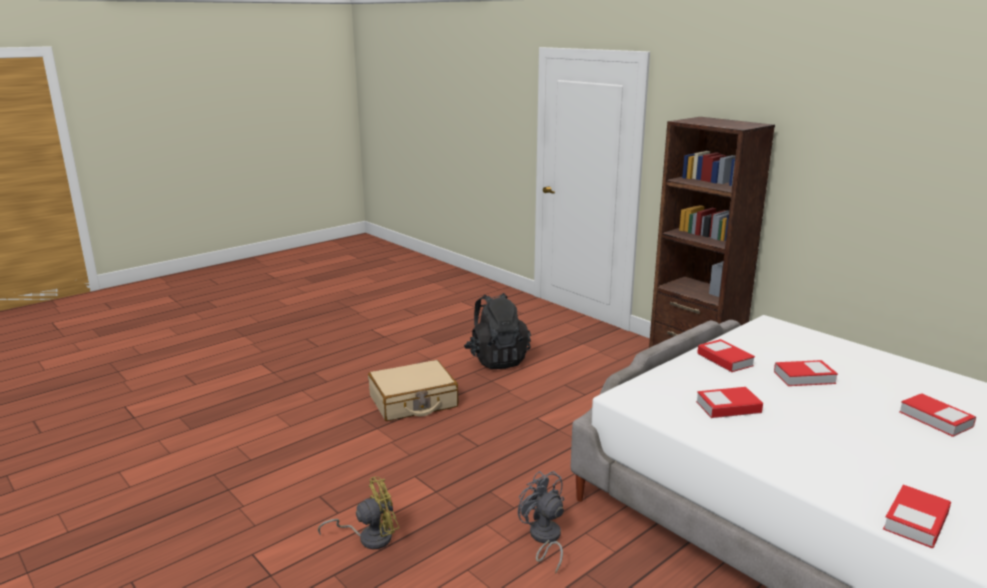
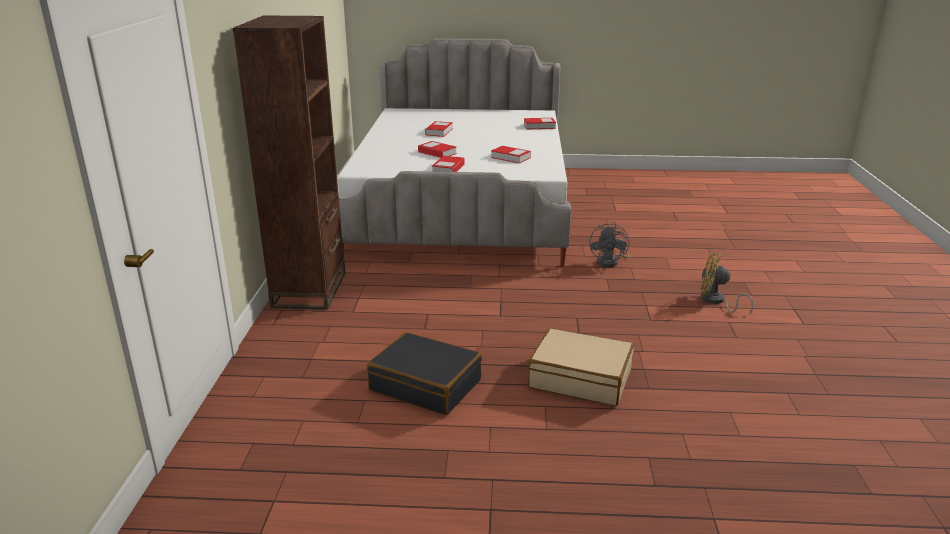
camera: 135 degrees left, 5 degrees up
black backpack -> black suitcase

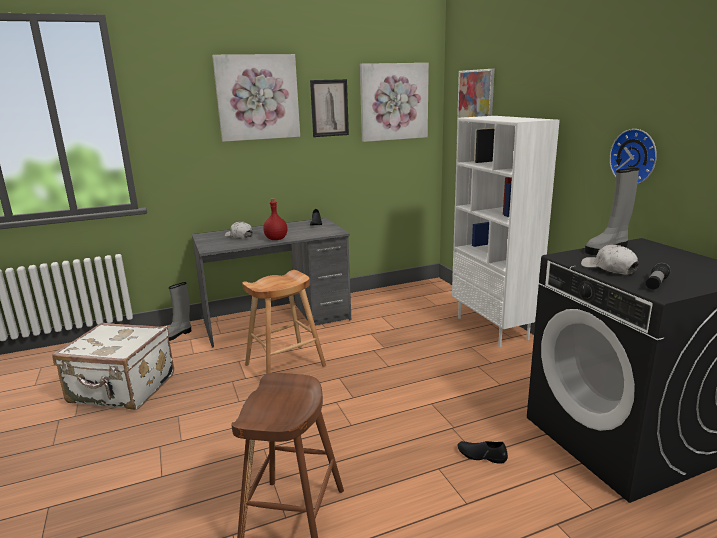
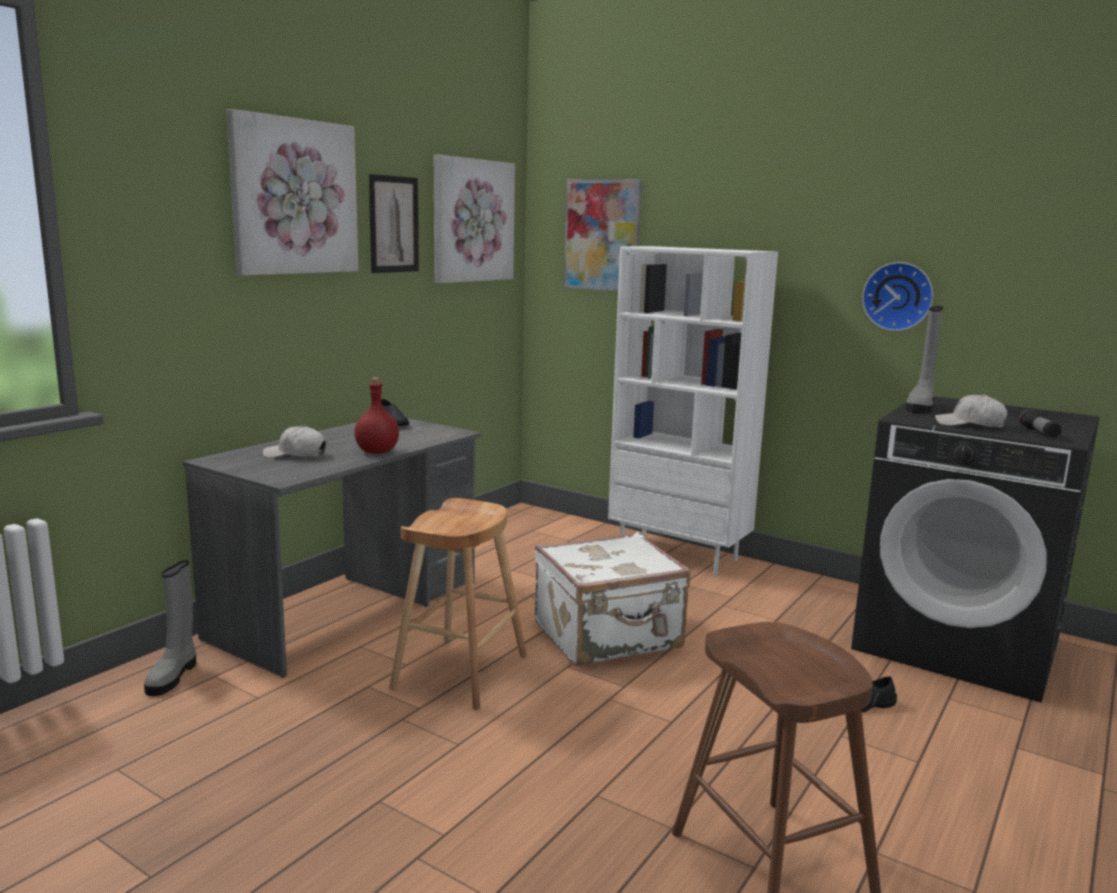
camera: 35 degrees left, 5 degrees down
white suitcase, move

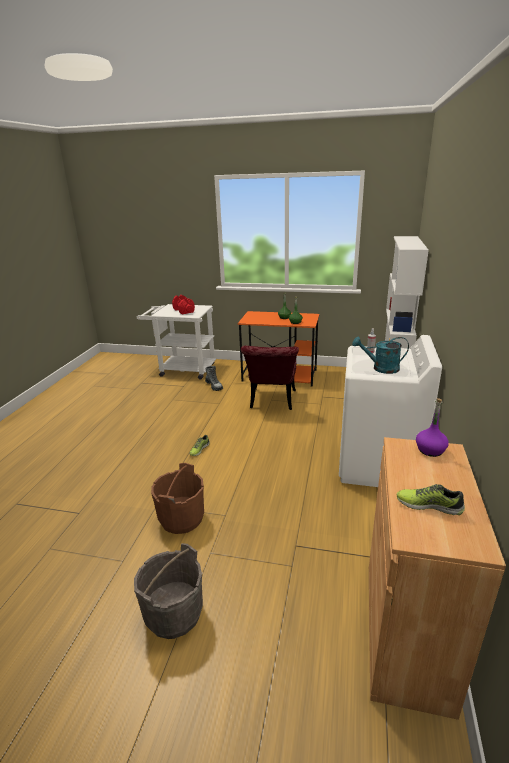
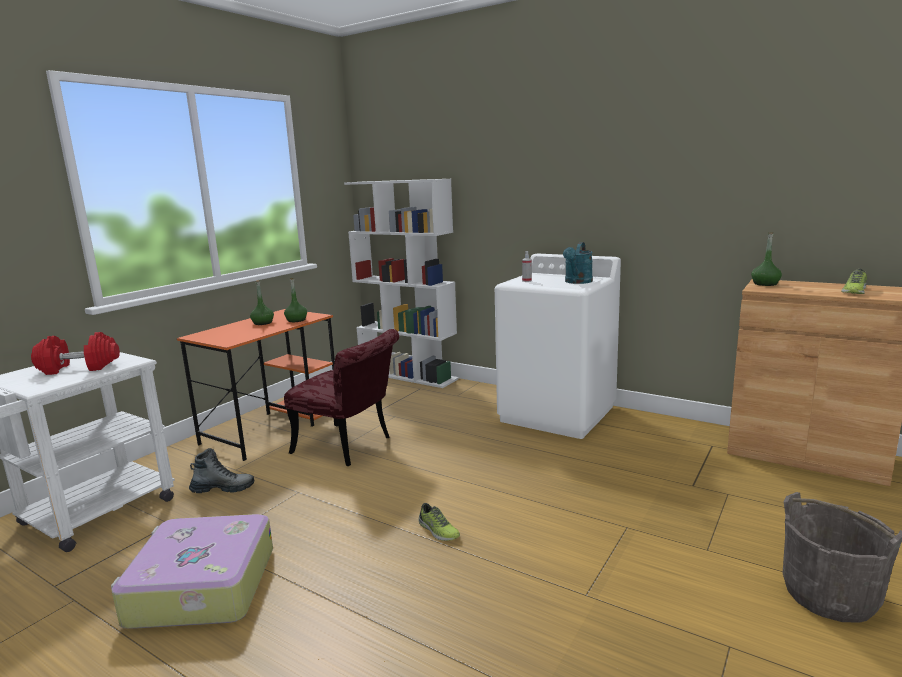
camera: 70 degrees left, 10 degrees down
purple bottle -> green bottle (3rd from left)
brown bucket -> none
none -> suitcase

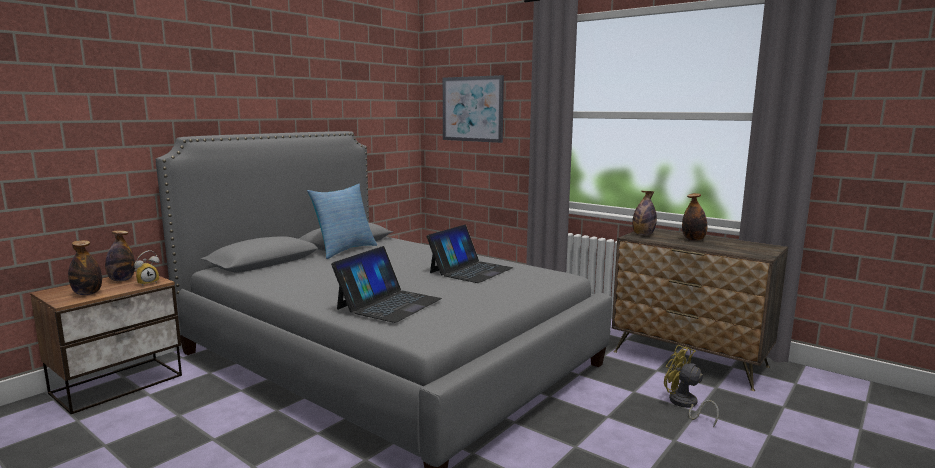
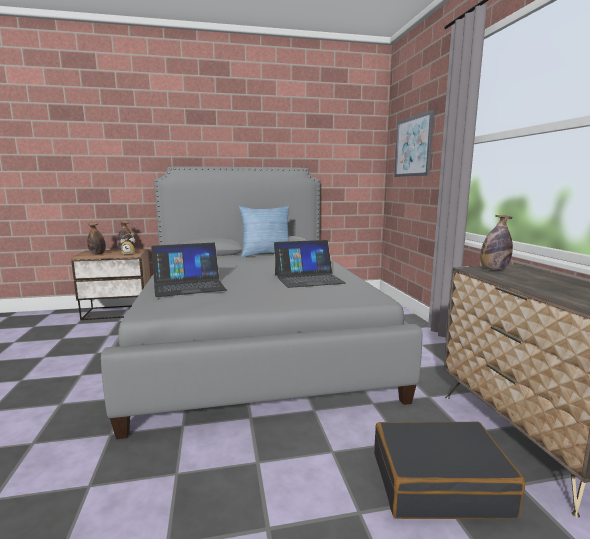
camera: 40 degrees right, 0 degrees up
bottle (4th from left) -> none
yellow fan -> black suitcase

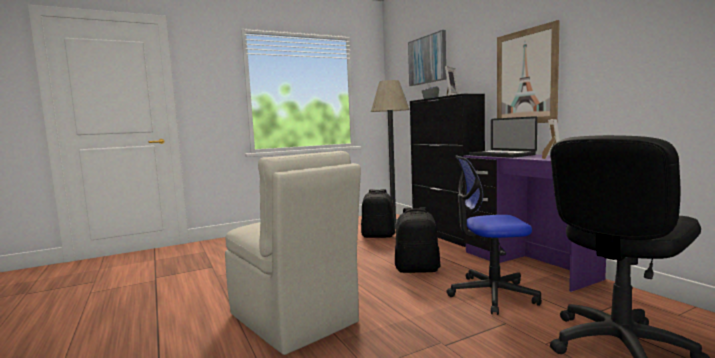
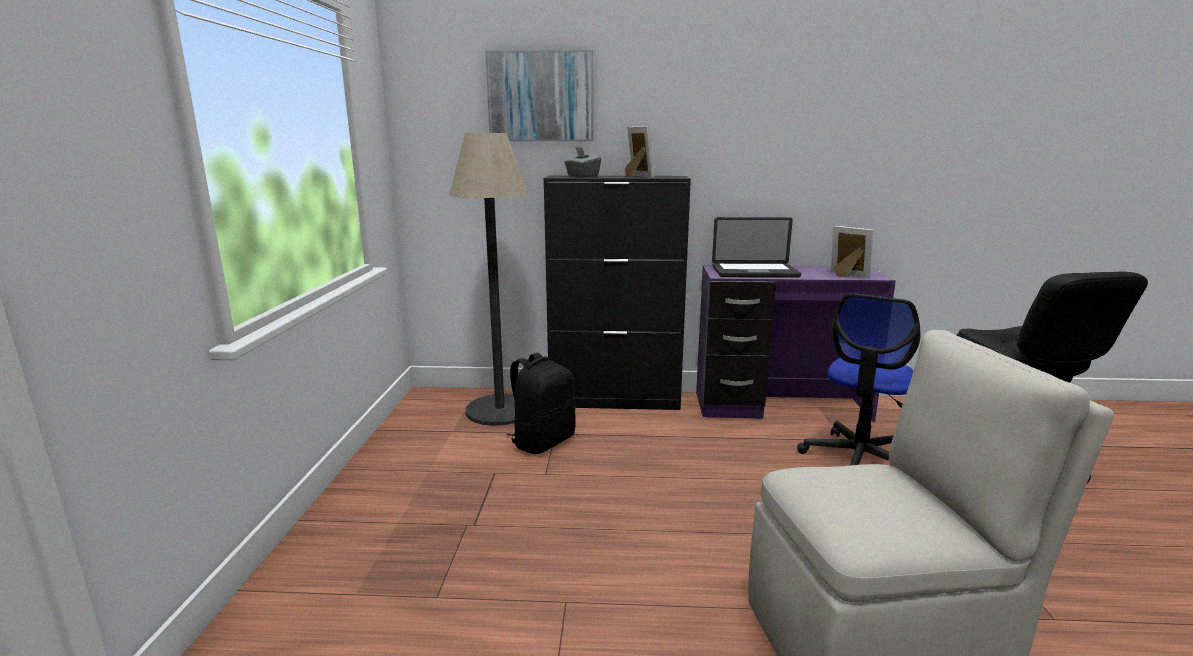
camera: 60 degrees left, 10 degrees up
picture (2nd from left) -> none
black backpack (2nd from left) -> none

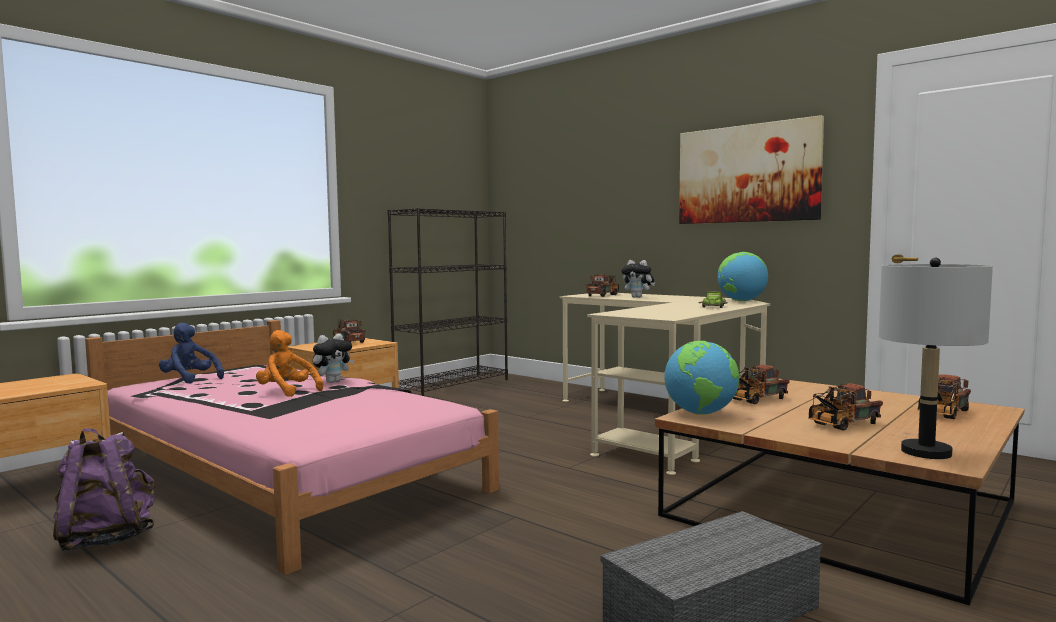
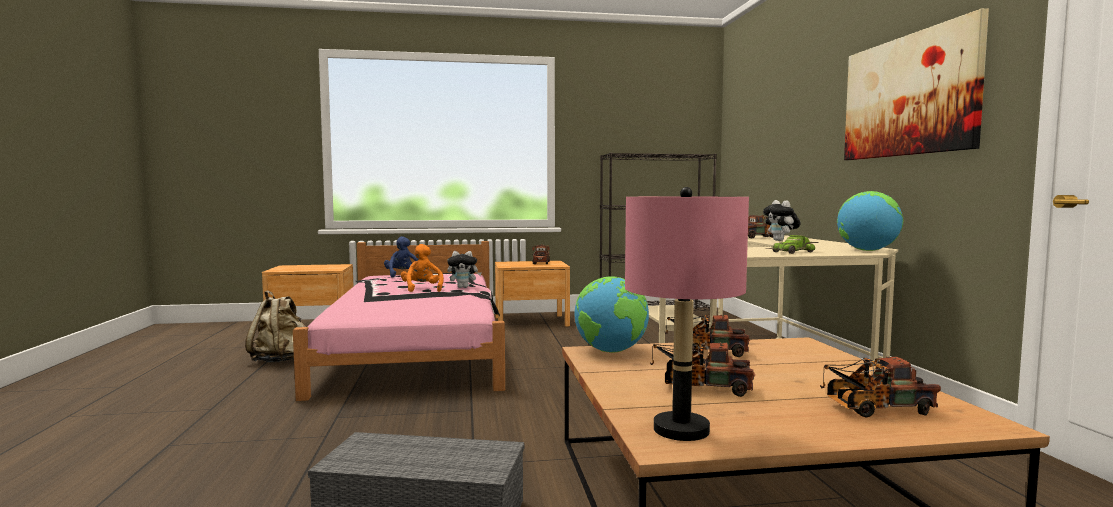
camera: 40 degrees right, 0 degrees up
grey table lamp -> pink table lamp
purple backpack -> beige backpack

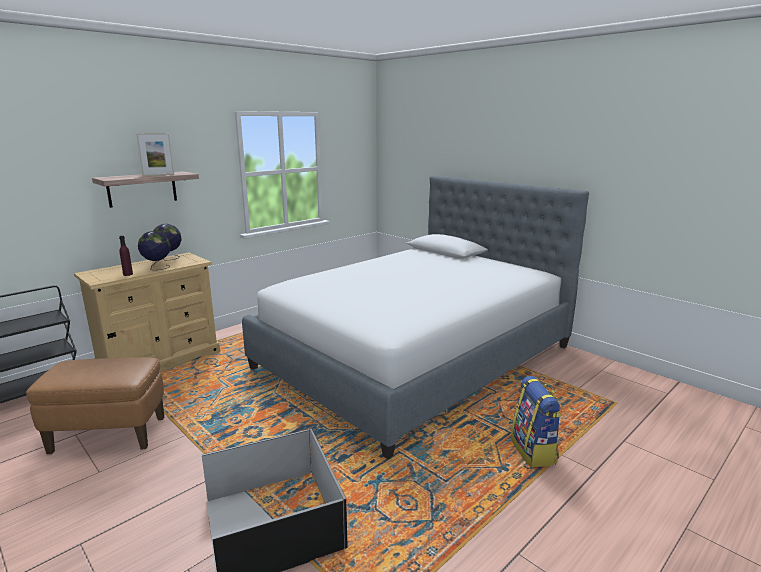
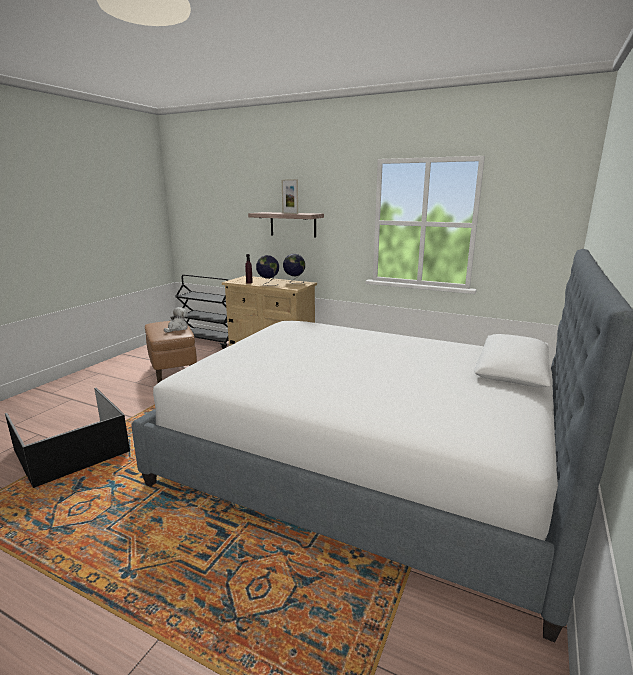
camera: 70 degrees right, 0 degrees up
backpack -> none
none -> plush toy

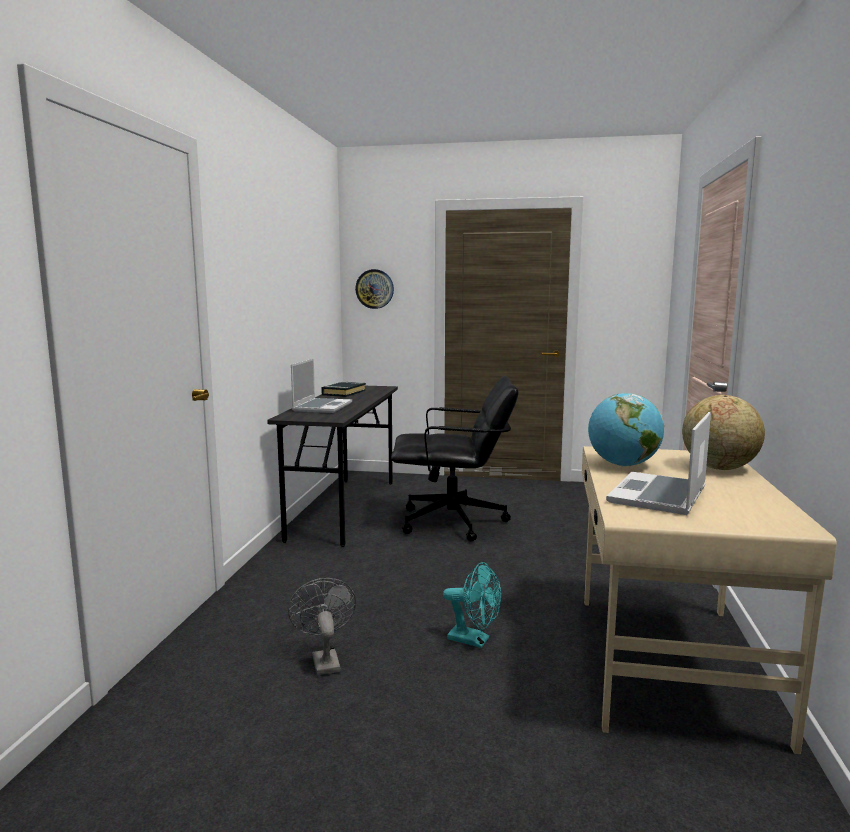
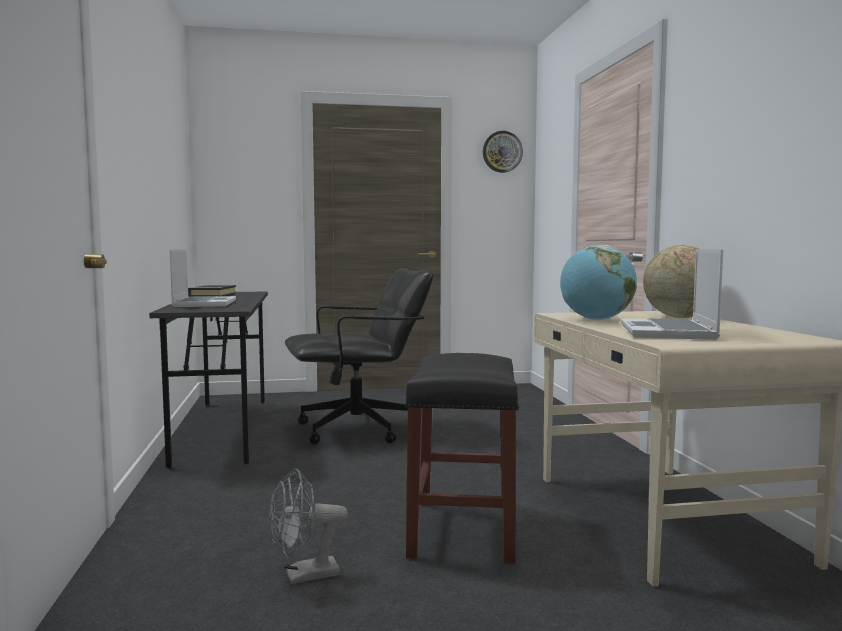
camera: 20 degrees left, 5 degrees down
wall clock, move
turquoise fan -> black stool
grey fan, 75 degrees counterclockwise

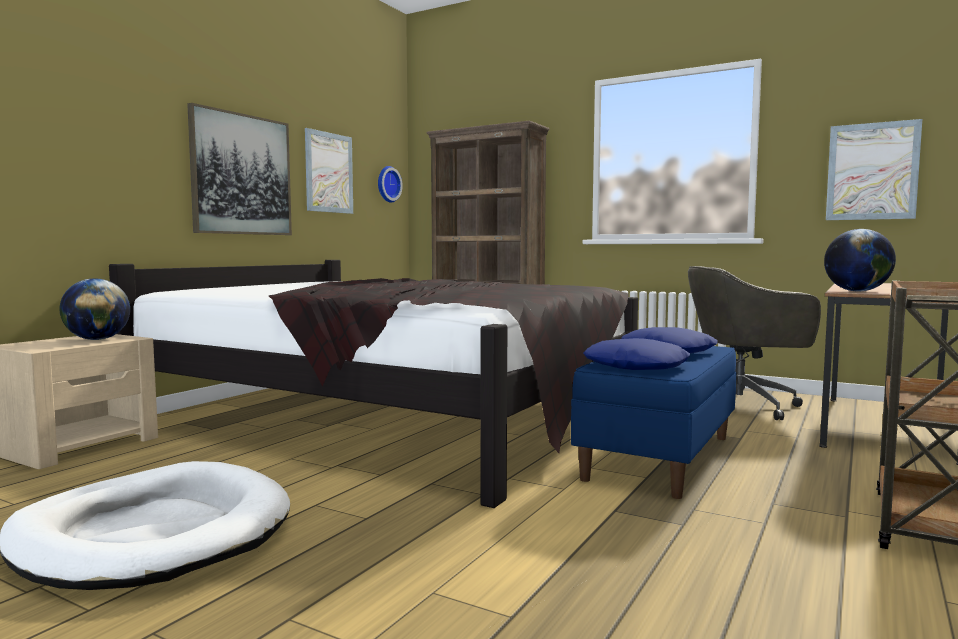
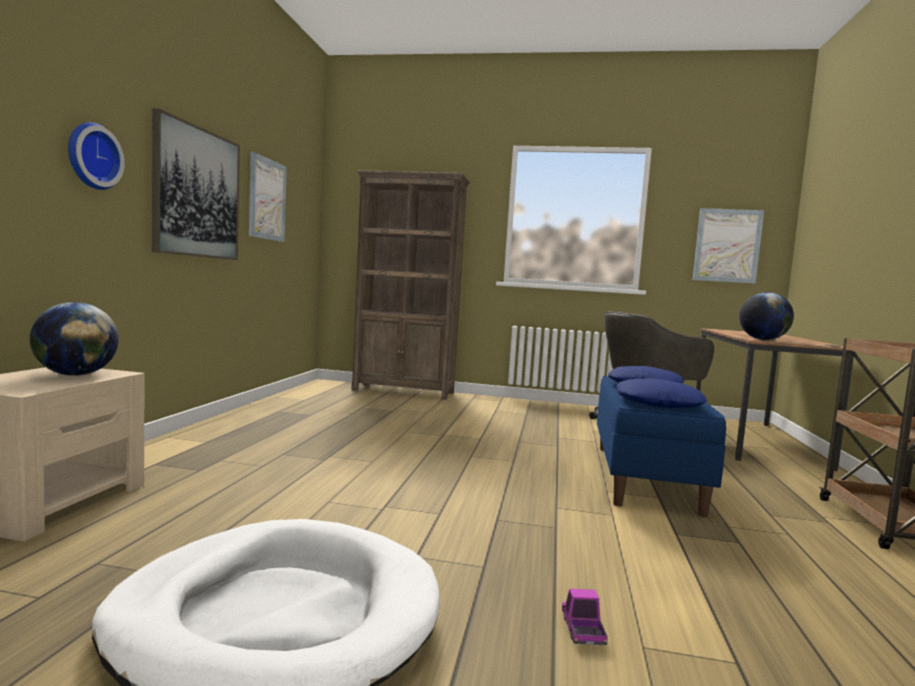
camera: 20 degrees left, 0 degrees up
wall clock, move
black bed -> none
none -> toy truck

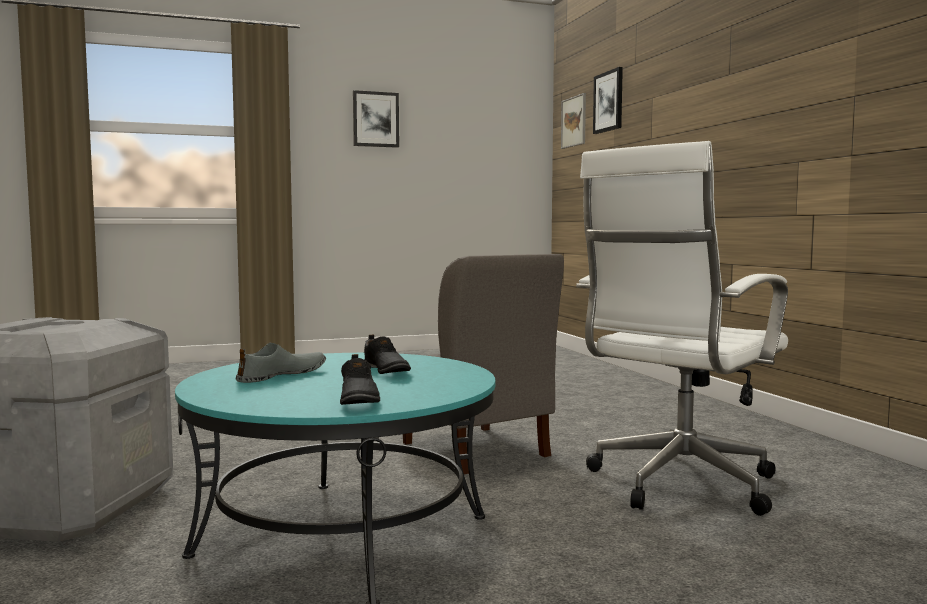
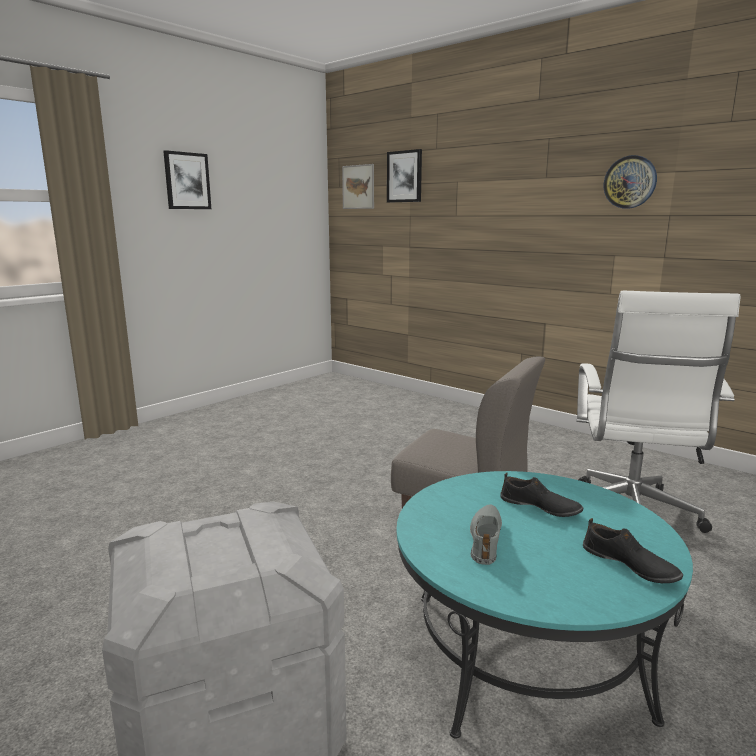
camera: 30 degrees left, 10 degrees up
none -> wall clock

